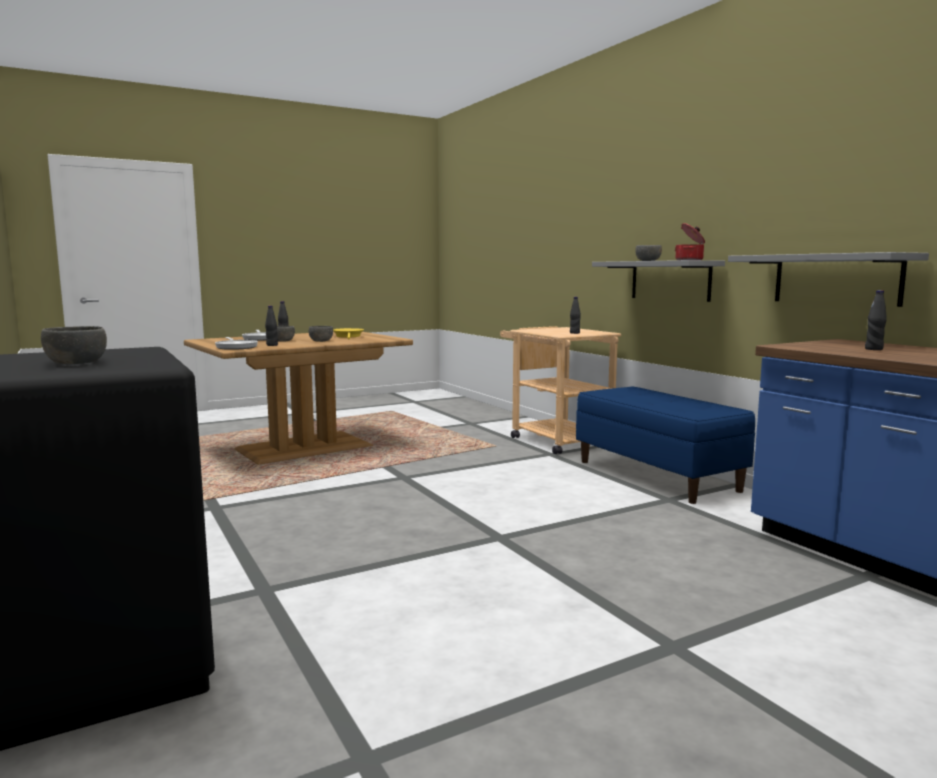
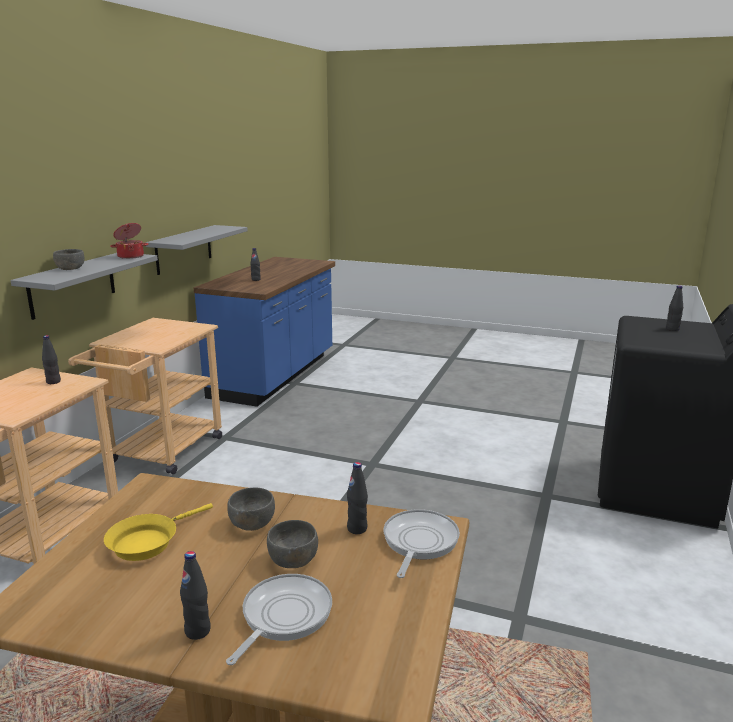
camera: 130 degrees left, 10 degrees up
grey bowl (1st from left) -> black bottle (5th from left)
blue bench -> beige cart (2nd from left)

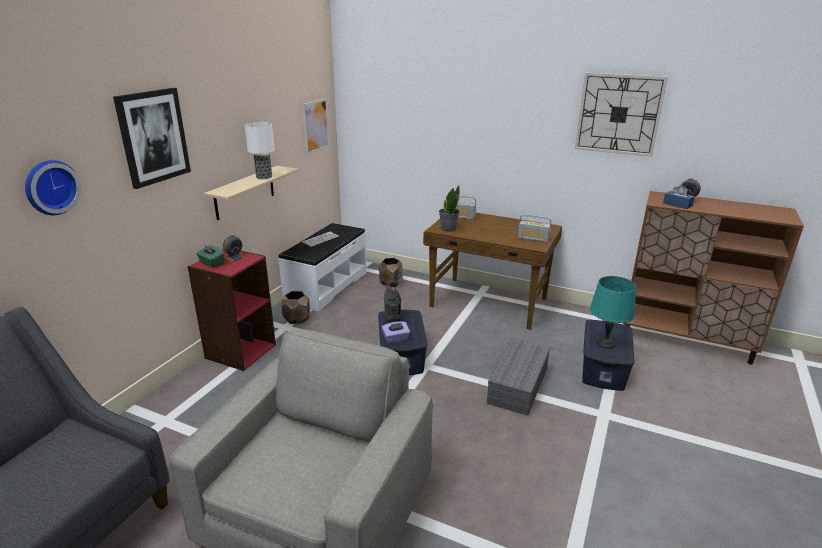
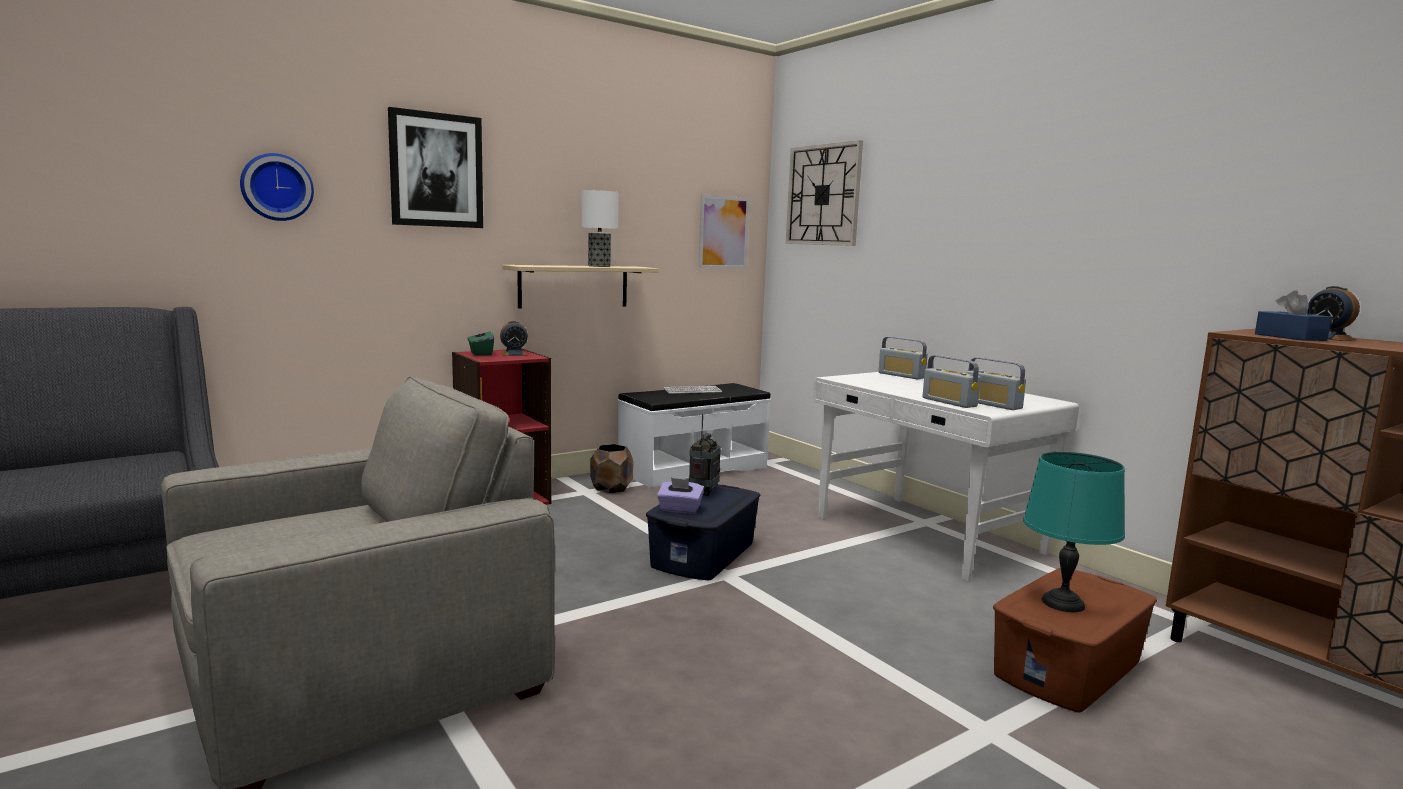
camera: 30 degrees right, 15 degrees down
wall clock (2nd from left), move
potted plant -> none
brown desk -> white desk
brown planter (2nd from left) -> none
blue storage box (2nd from left) -> brown storage box
grey storage box -> none
none -> radio (3rd from left)

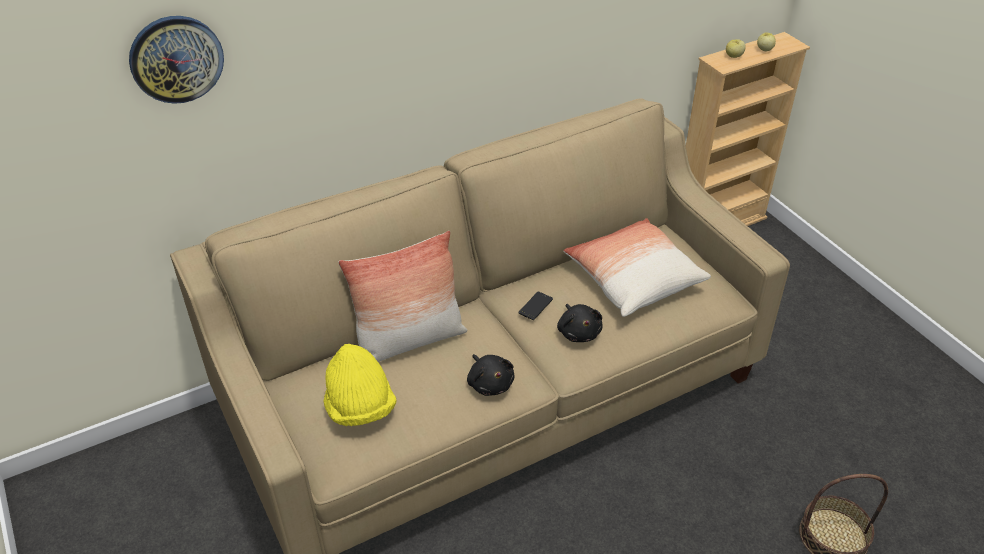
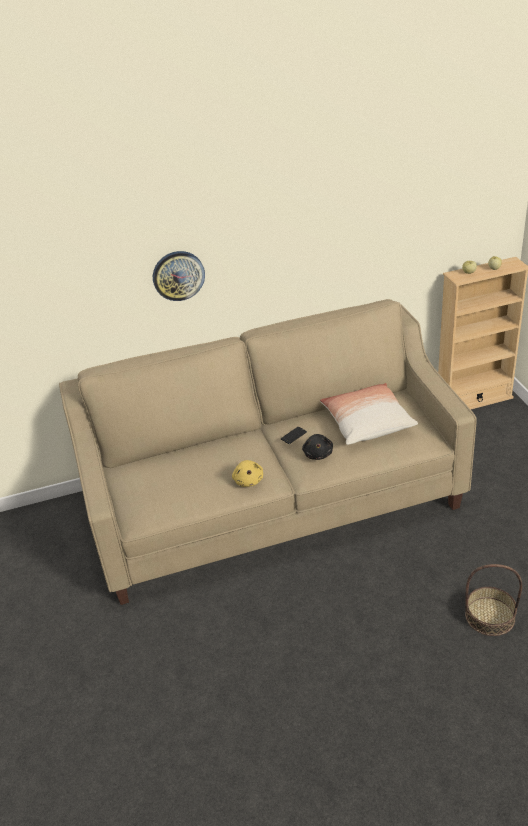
camera: 15 degrees right, 5 degrees down
wall clock, move
pillow (1st from left) -> none
yellow hat -> none
black plush toy (1st from left) -> yellow plush toy

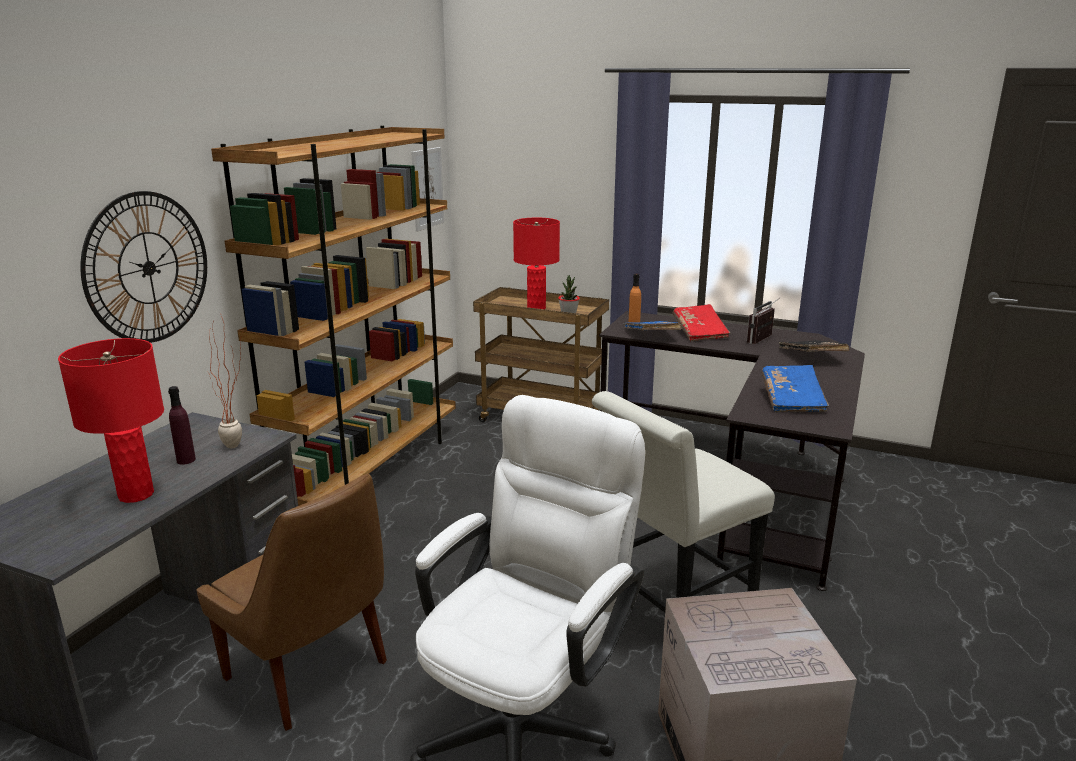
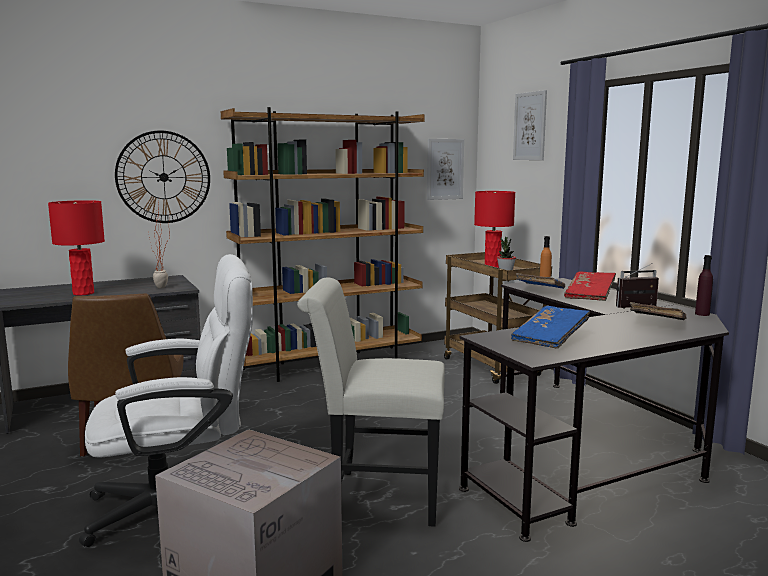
camera: 40 degrees right, 10 degrees down
purple bottle, move
none -> picture (2nd from left)

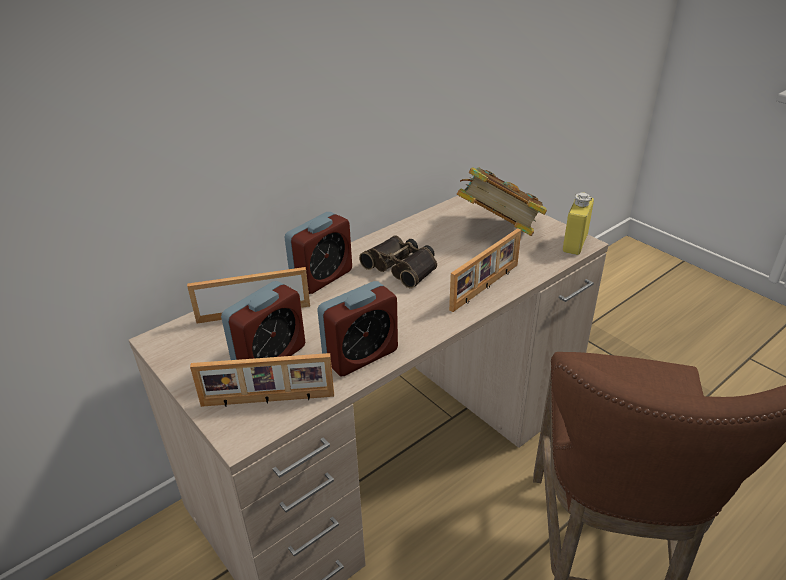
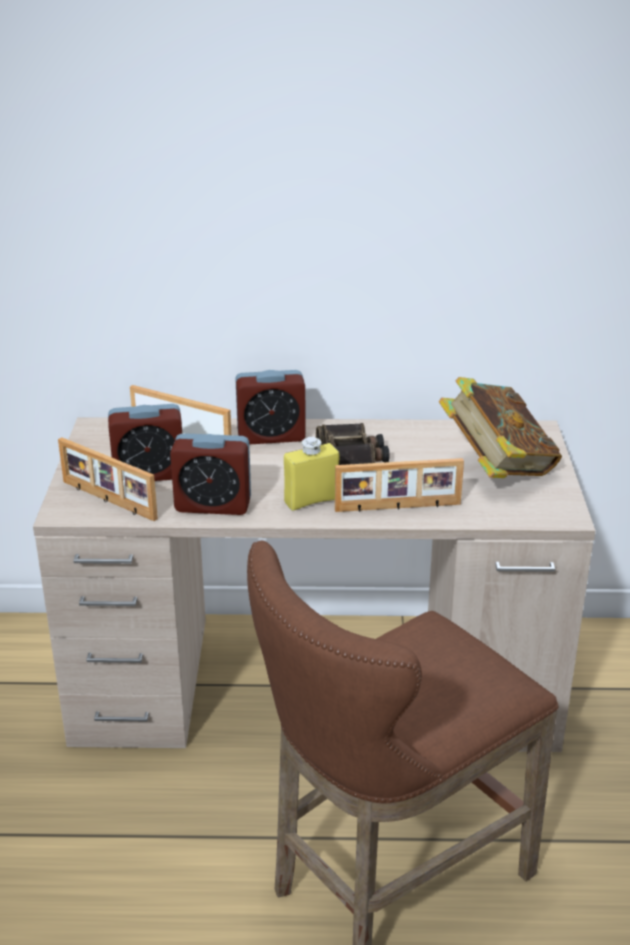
camera: 40 degrees right, 5 degrees down
yellow bottle, move

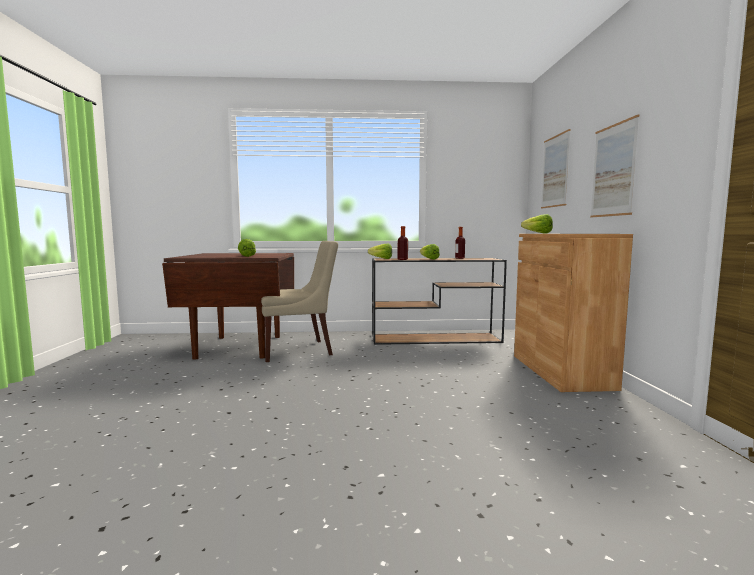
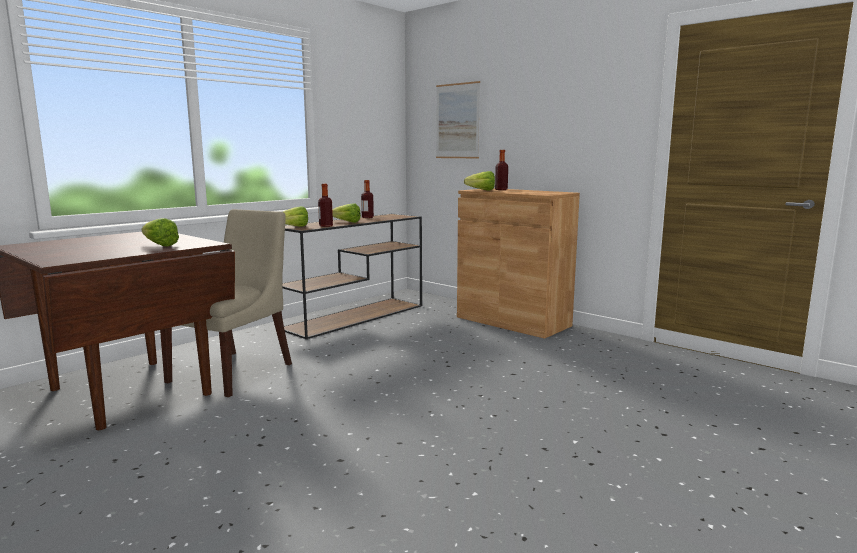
camera: 45 degrees left, 5 degrees up
picture (2nd from left) -> none
none -> bottle (3rd from left)

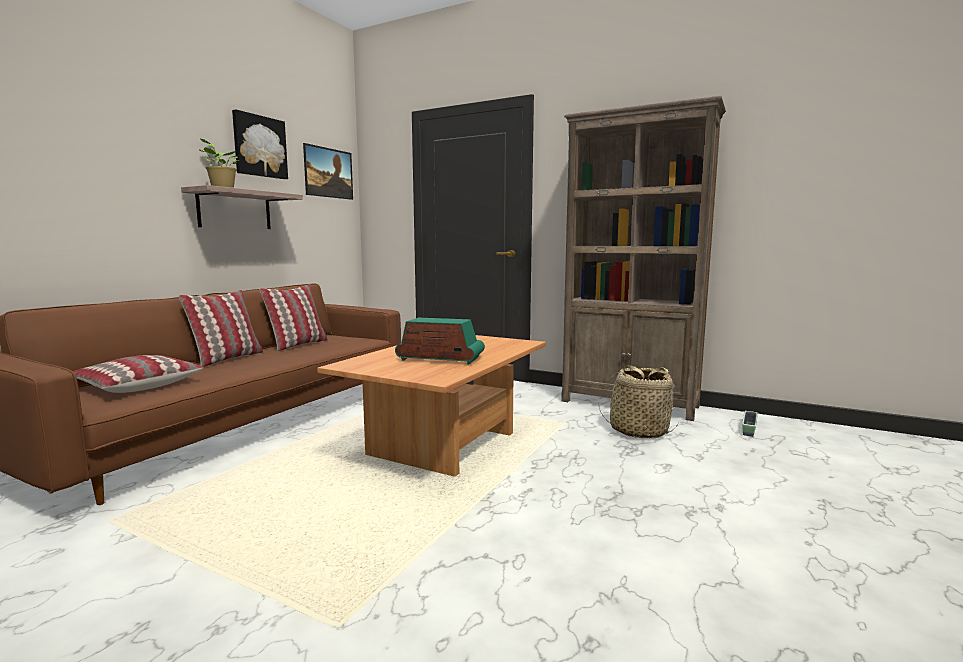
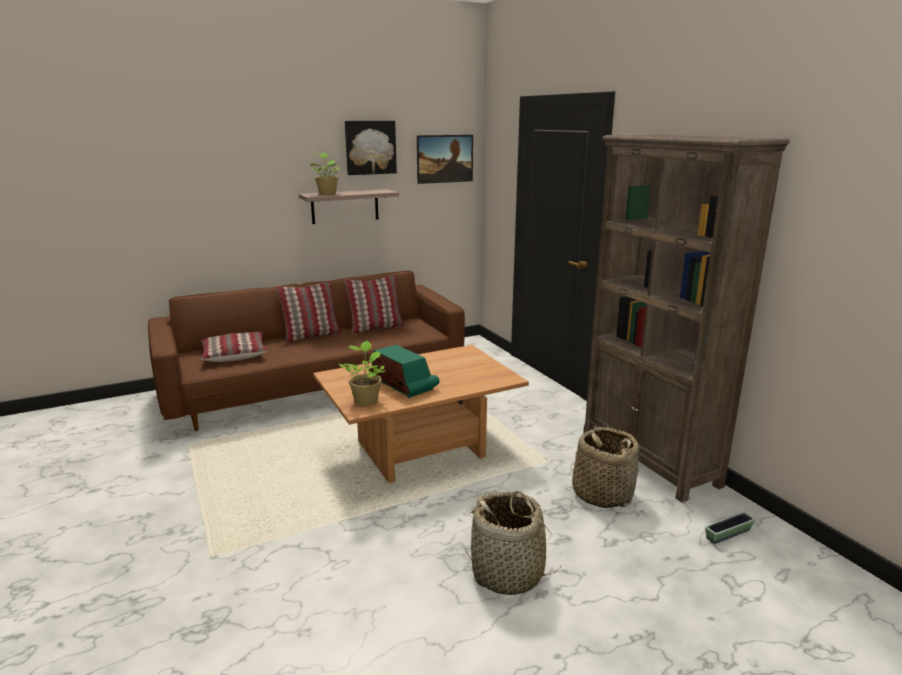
camera: 35 degrees right, 10 degrees up
none -> potted plant (2nd from left)
none -> basket (1st from left)

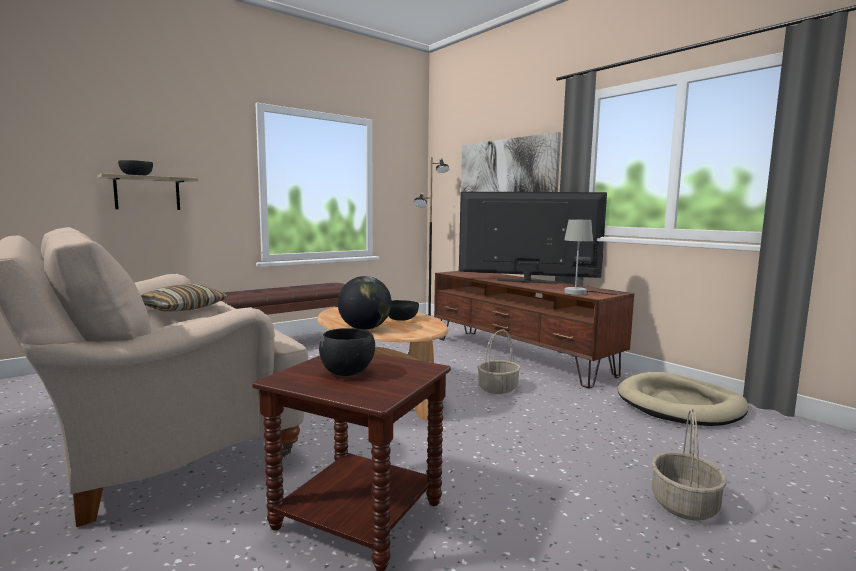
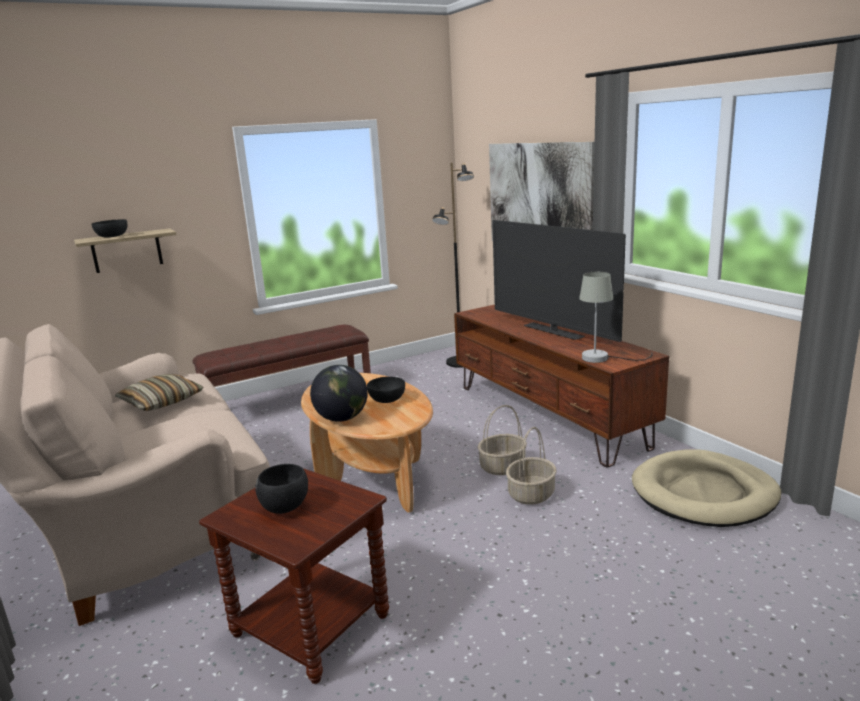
camera: 10 degrees right, 10 degrees up
television, 150 degrees counterclockwise
basket (2nd from left), move

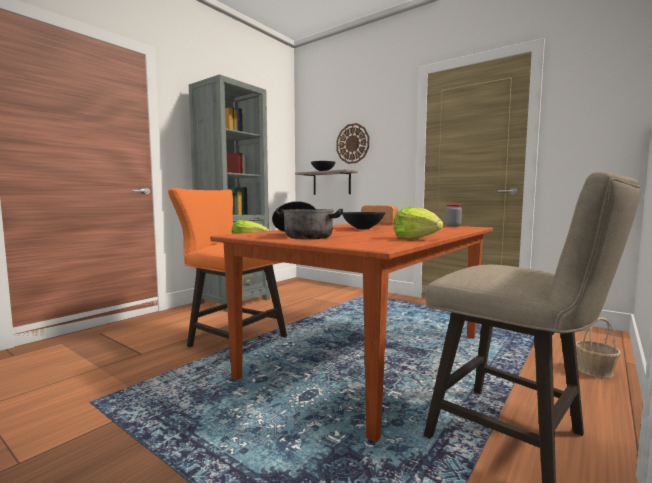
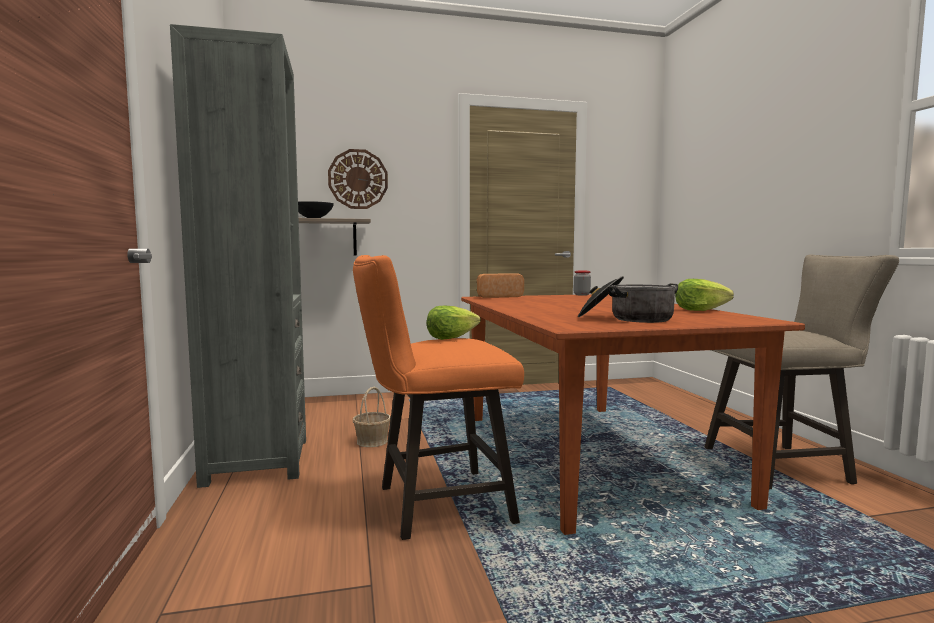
camera: 50 degrees left, 0 degrees up
black bowl (2nd from left) -> none
basket, move

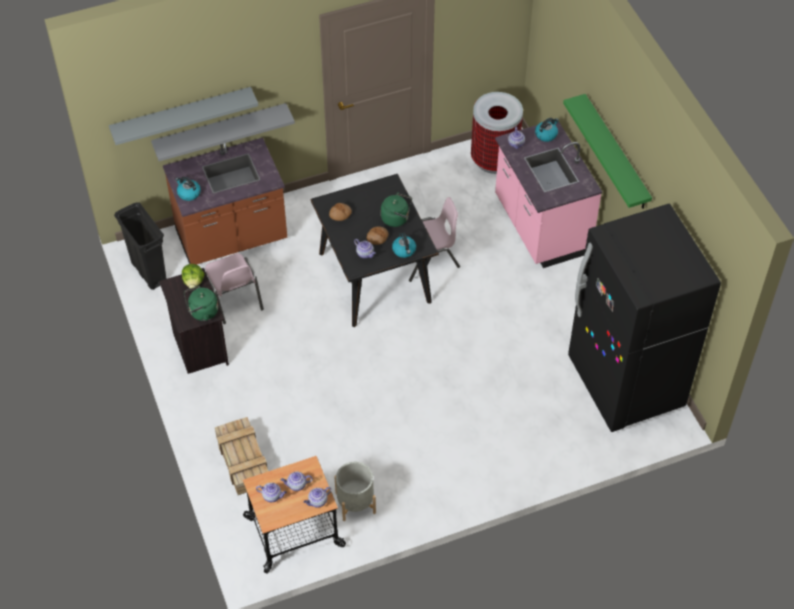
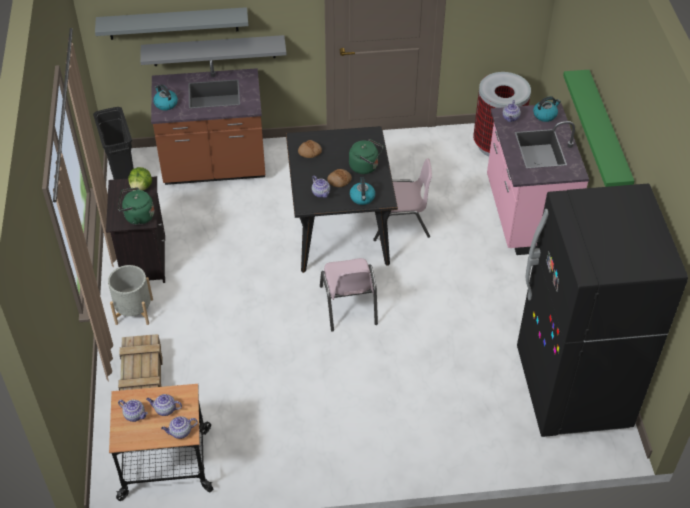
camera: 15 degrees right, 5 degrees down
pink chair (1st from left), move
grey planter, move

